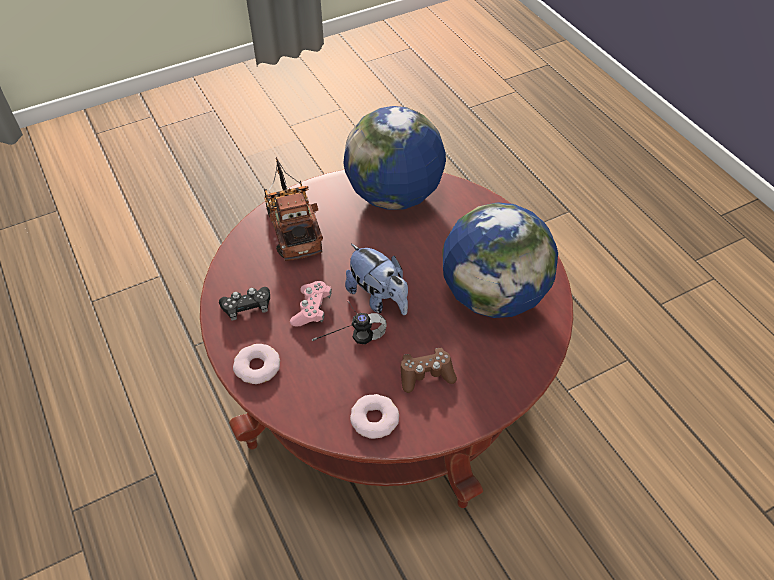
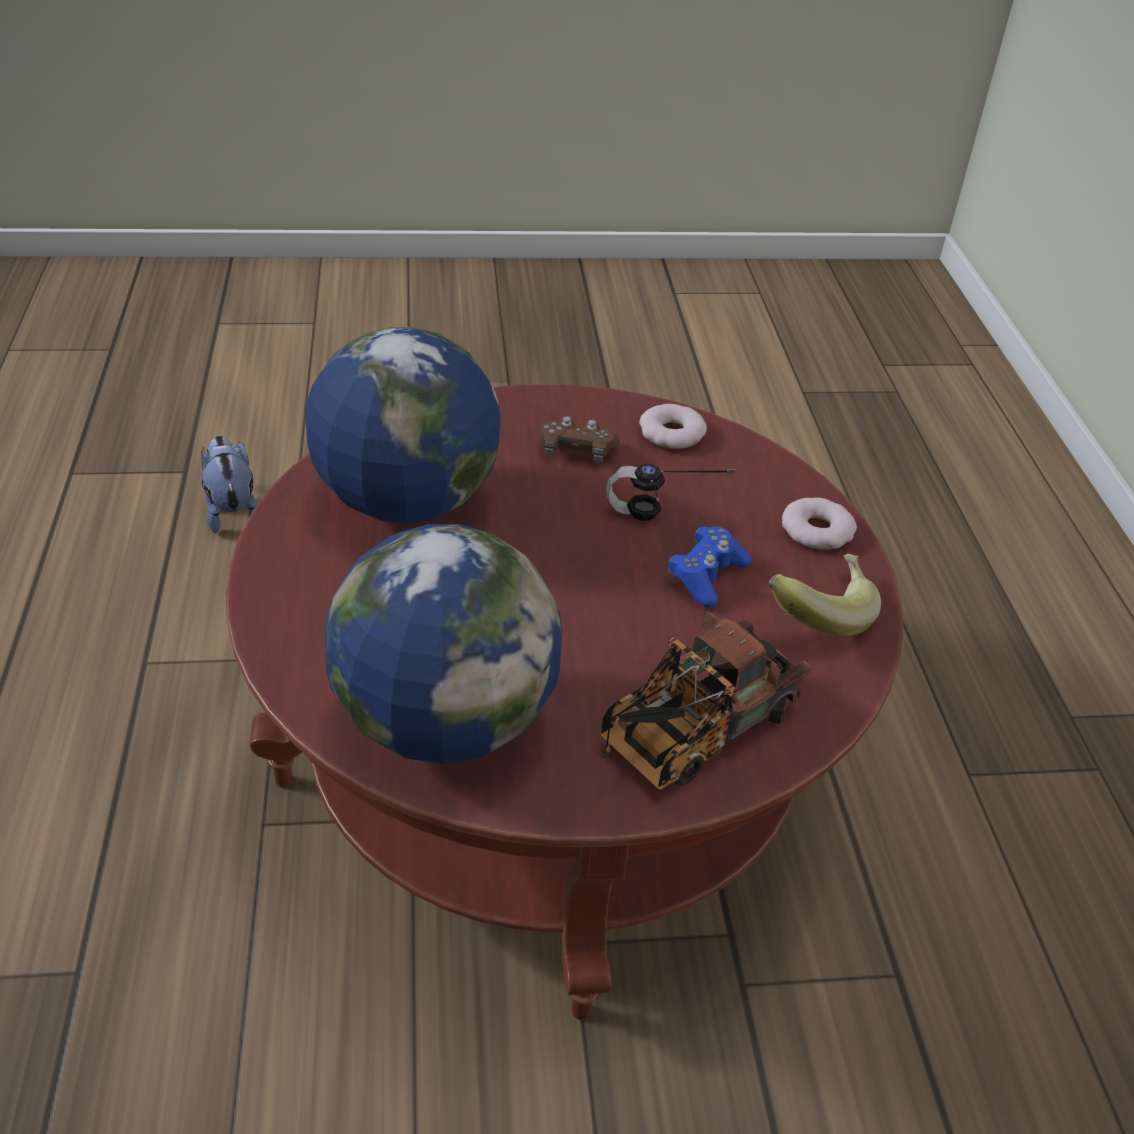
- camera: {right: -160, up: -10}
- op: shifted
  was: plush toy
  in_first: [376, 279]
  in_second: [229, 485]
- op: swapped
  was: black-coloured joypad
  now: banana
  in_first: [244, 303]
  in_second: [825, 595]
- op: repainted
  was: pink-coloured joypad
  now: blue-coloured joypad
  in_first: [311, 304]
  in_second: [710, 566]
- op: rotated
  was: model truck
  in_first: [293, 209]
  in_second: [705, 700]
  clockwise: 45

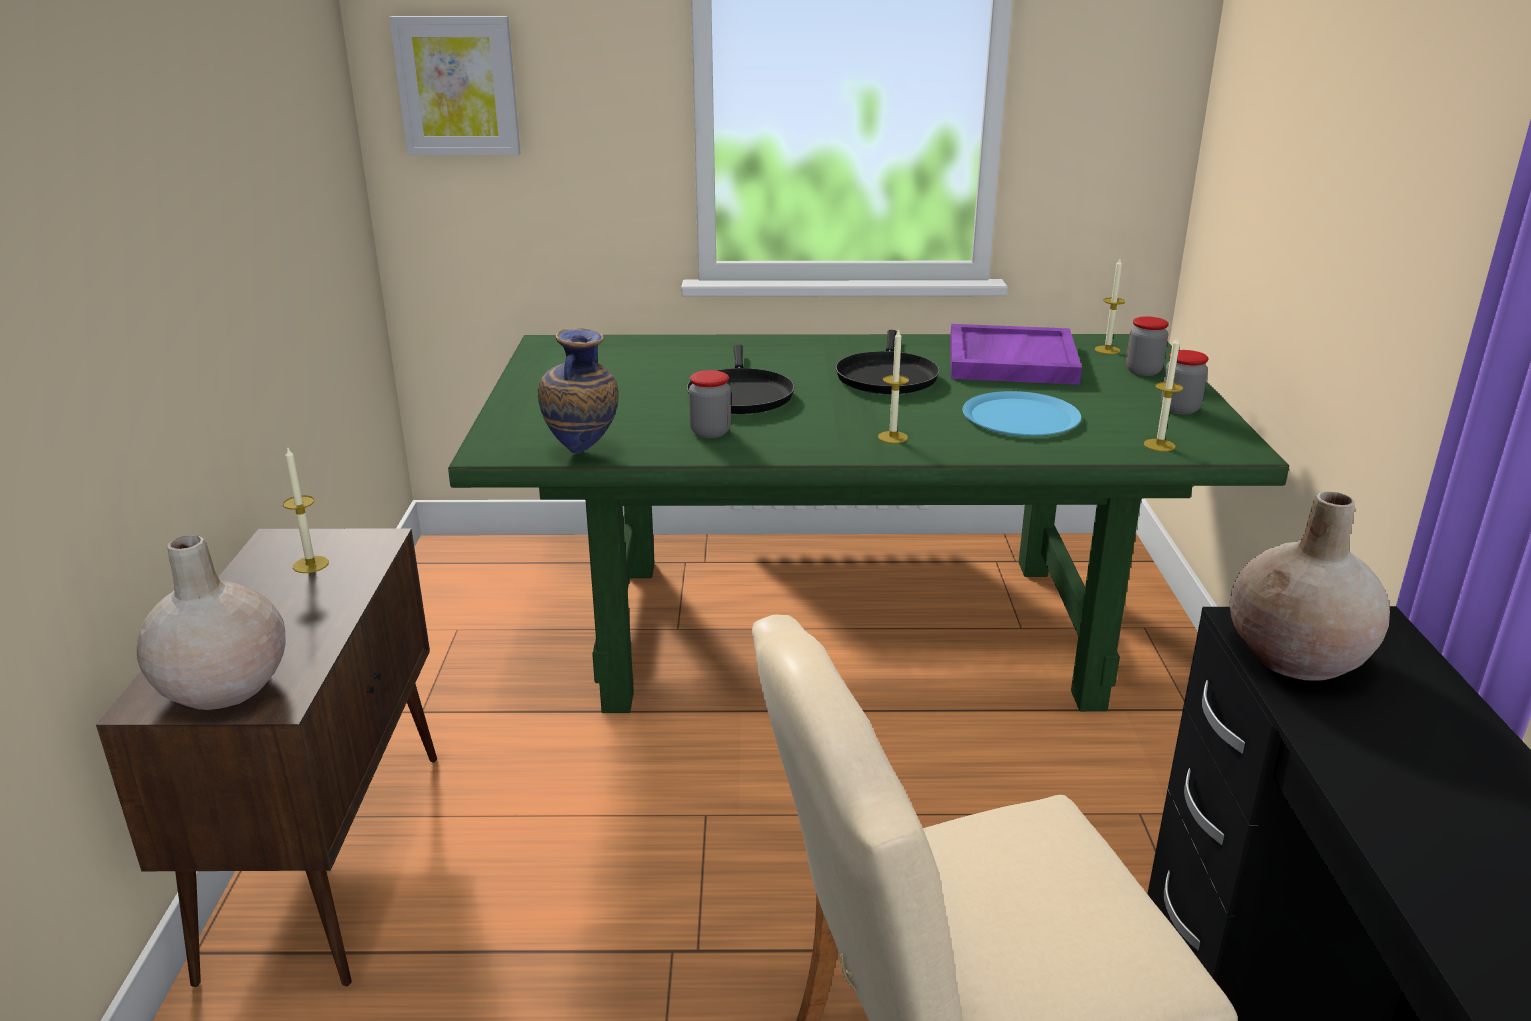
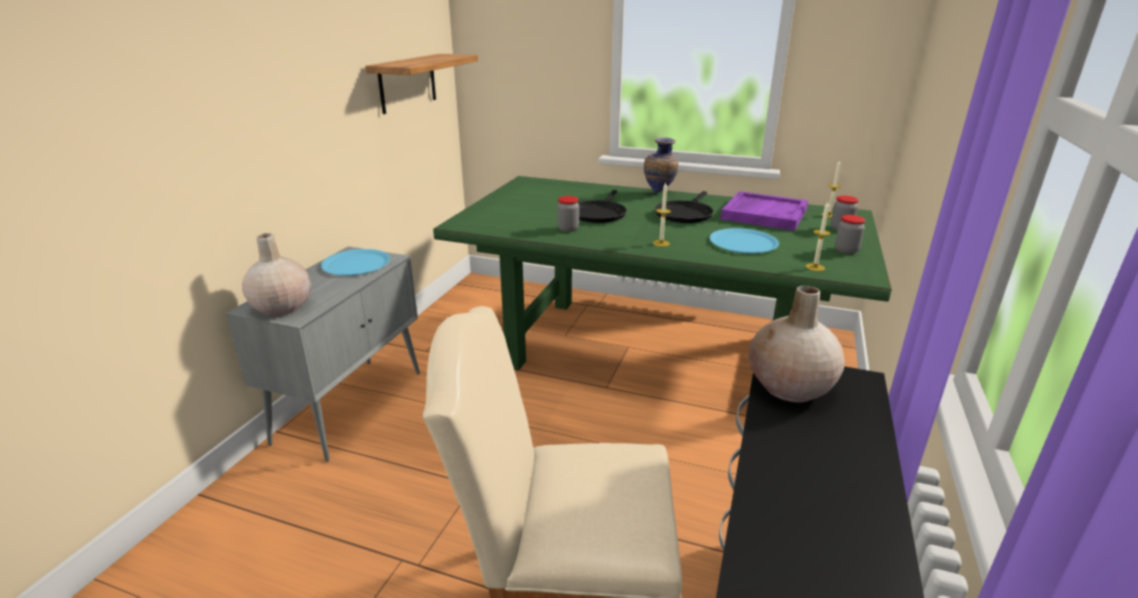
- camera: {right: 20, up: 0}
- op: gone
  was: wall picture
  in_first: [454, 85]
- op: new
  now: bracket shelf
  in_second: [421, 84]
- op: shifted
  was: vase
  in_first: [578, 391]
  in_second: [661, 165]
- op: swapped
  was: wax candle
  now: blue-coloured plate
  in_first: [306, 509]
  in_second: [355, 262]
- op: repainted
  was: brown-coloured storage cabinet
  now: grey storage cabinet
  in_first: [266, 757]
  in_second: [322, 354]

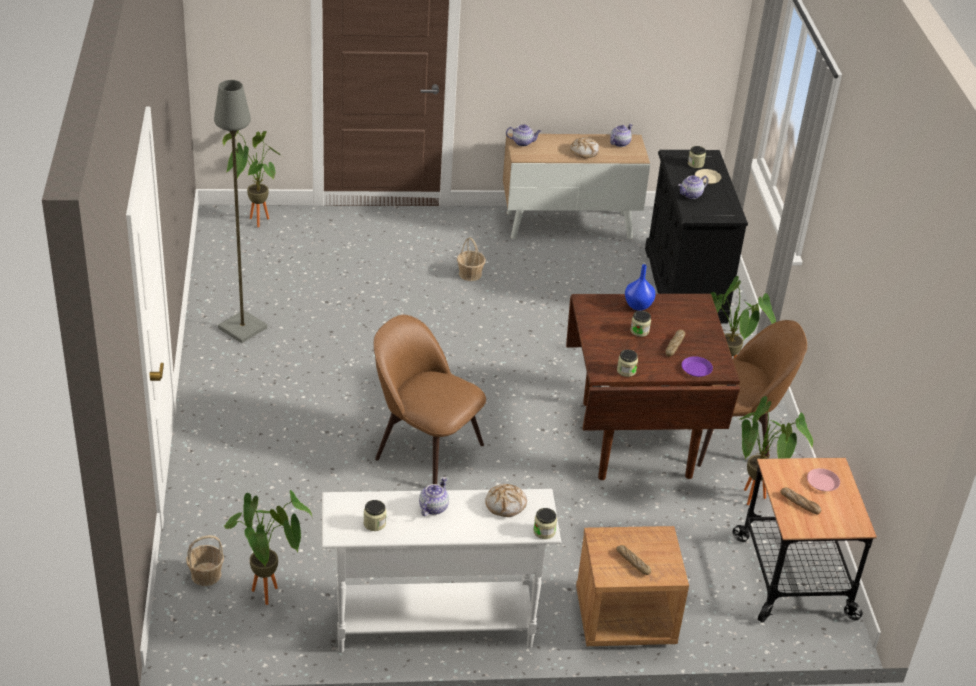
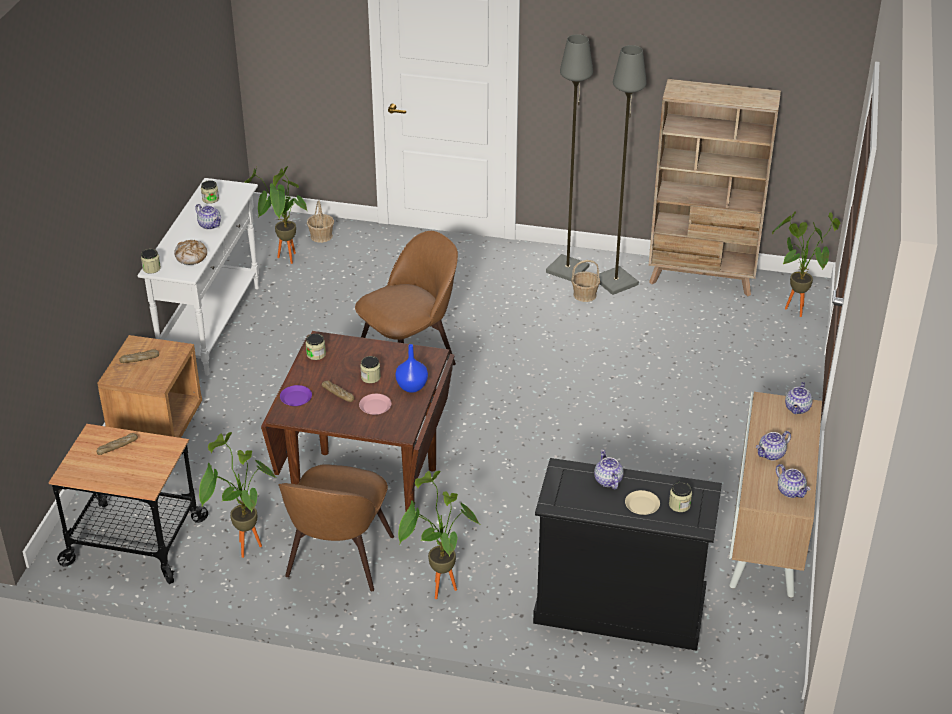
- camera: {right: 110, up: 0}
- op: new
  now: grey floor lamp
  in_second: [569, 157]
- op: new
  now: beige bookcase
  in_second: [715, 188]
- op: shifted
  was: storage basket
  in_first: [471, 259]
  in_second: [585, 281]
- op: shifted
  was: pink-coloured plate
  in_first: [823, 479]
  in_second: [375, 404]
- op: swapped
  was: bakery bread
  now: teapot
  in_first: [584, 148]
  in_second: [773, 446]

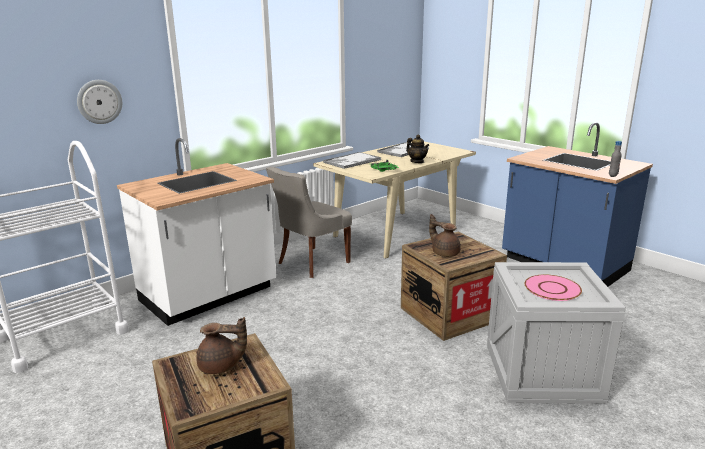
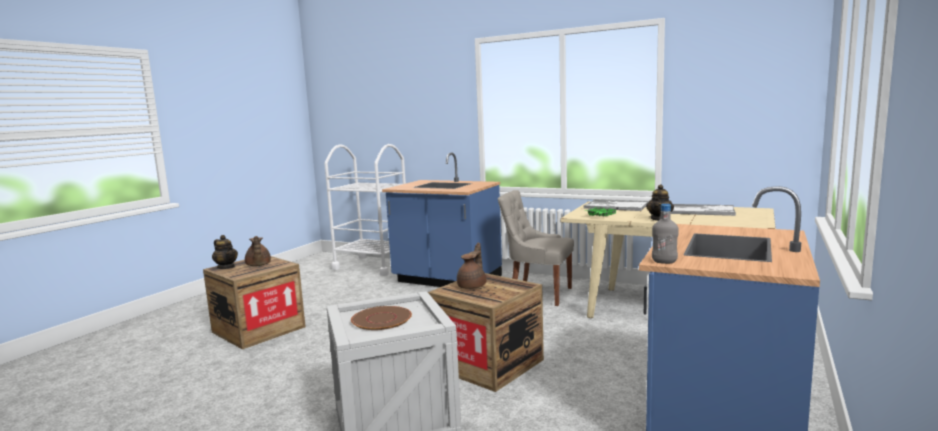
- camera: {right: 70, up: -10}
- op: gone
  was: hanging clock
  in_first: [99, 102]
- op: new
  now: teapot
  in_second: [225, 252]
- op: repainted
  was: whitish counter
  now: blue-coloured counter
  in_first: [196, 232]
  in_second: [442, 219]
- op: repainted
  was: pink-coloured plate
  now: brown-coloured plate
  in_first: [553, 287]
  in_second: [381, 318]

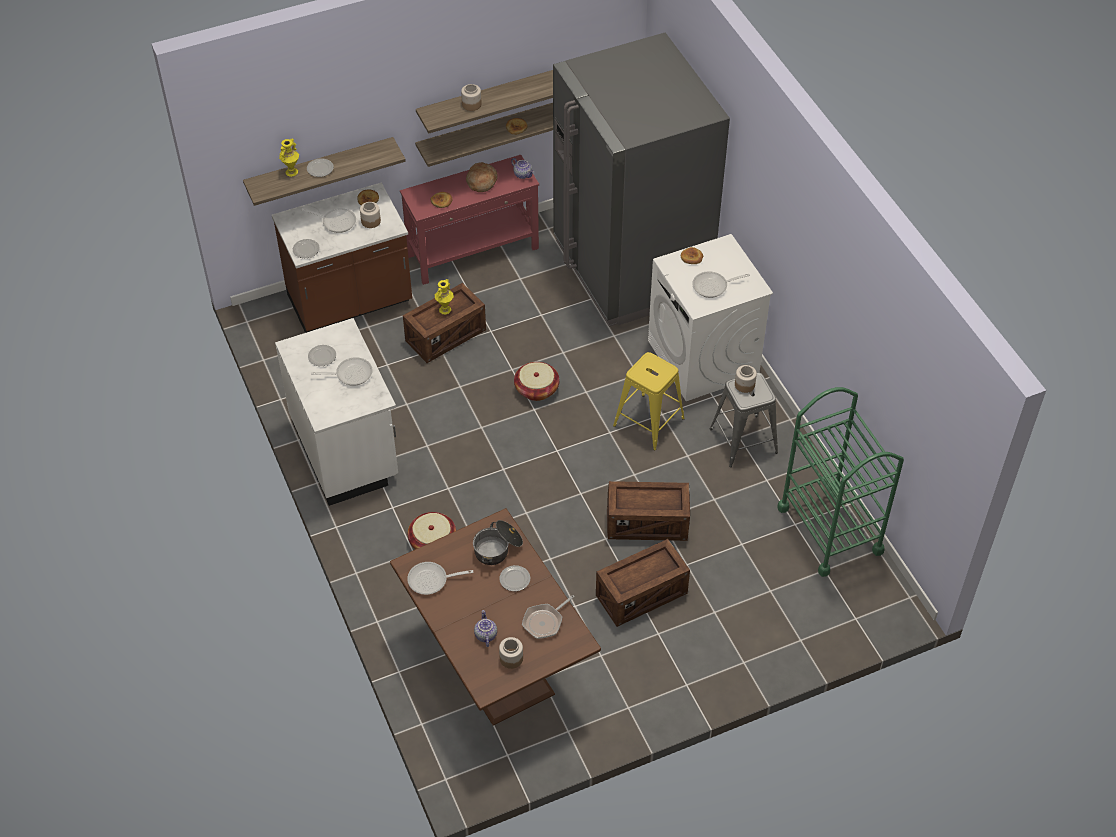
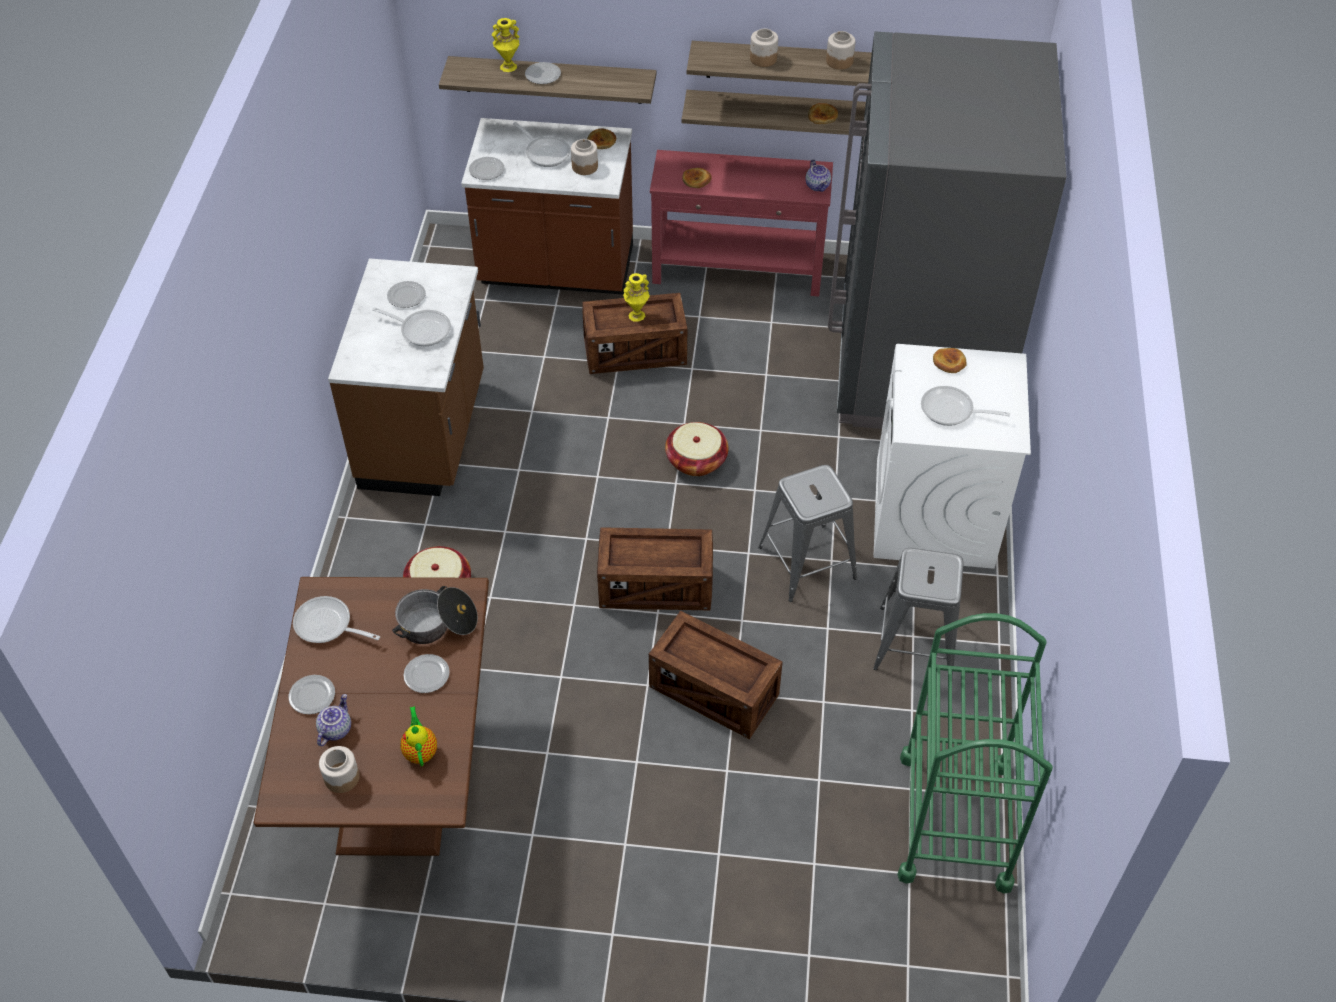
- camera: {right: 30, up: 0}
- op: gone
  was: bakery bread
  in_first: [482, 177]
- op: new
  now: plate
  in_second: [312, 694]
- op: shifted
  was: shipping crate
  in_first: [643, 583]
  in_second: [655, 568]
- op: shifted
  was: jar
  in_first: [746, 379]
  in_second: [841, 50]
- op: swapped
  was: skillet
  now: teapot
  in_first: [548, 617]
  in_second: [418, 736]
- op: repainted
  was: whitish counter
  now: brown-coloured counter
  in_first: [336, 412]
  in_second: [406, 377]
- op: repainted
  was: yellow sitting stool
  now: grey sitting stool
  in_first: [649, 401]
  in_second: [807, 533]

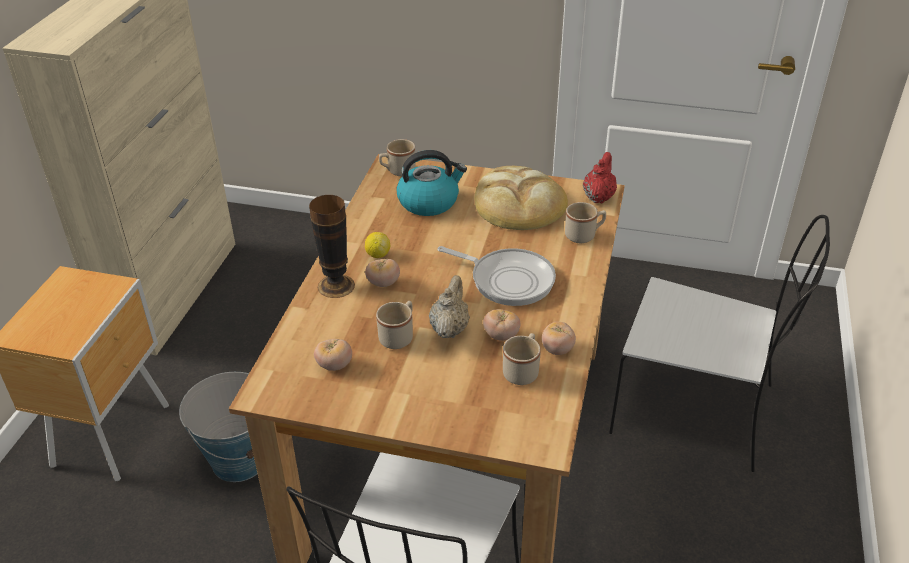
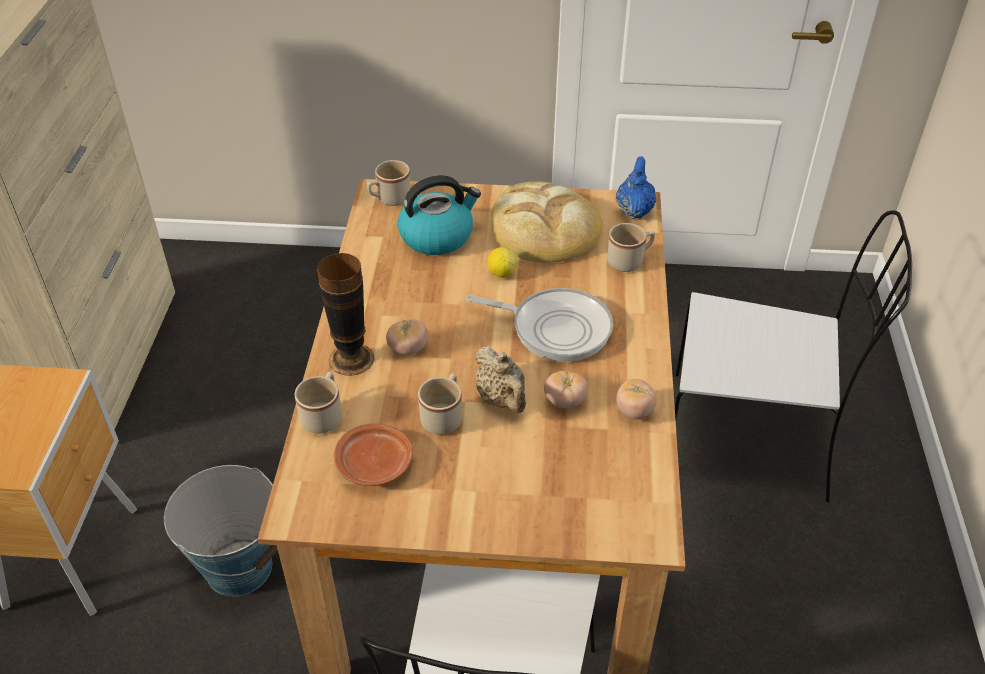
- camera: {right: -10, up: 5}
- op: shifted
  was: lemon
  in_first: [377, 245]
  in_second: [502, 262]
- op: shifted
  was: beige tea mug
  in_first: [522, 359]
  in_second: [318, 402]
- op: swapped
  was: whole tomato
  now: brown-coloured plate
  in_first: [333, 355]
  in_second: [373, 455]
- op: repainted
  was: red-coloured teapot
  now: blue-coloured teapot
  in_first: [600, 178]
  in_second: [636, 187]
- op: rotated
  was: beige teapot
  in_first: [449, 306]
  in_second: [500, 379]
  clockwise: 150

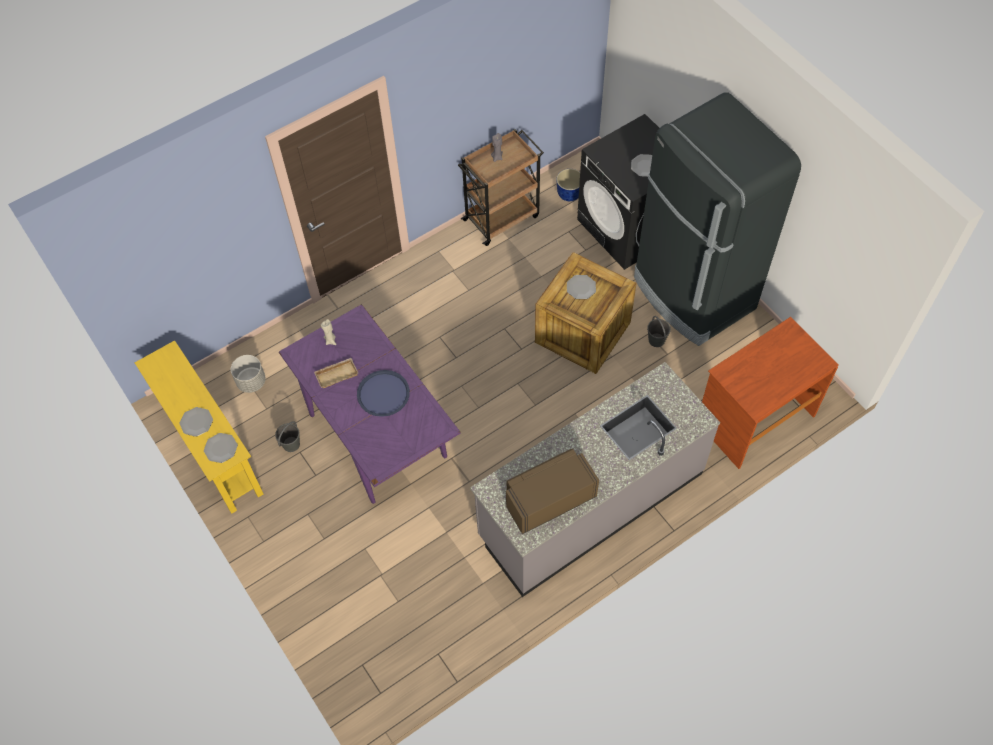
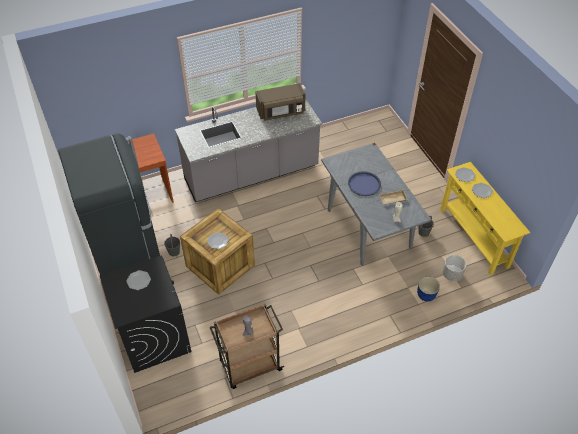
- camera: {right: -170, up: -10}
- op: shifted
  was: plant pot
  in_first: [568, 185]
  in_second: [428, 289]
- op: repainted
  was: purple kitchen table
  now: grey kitchen table
  in_first: [370, 404]
  in_second: [376, 204]

